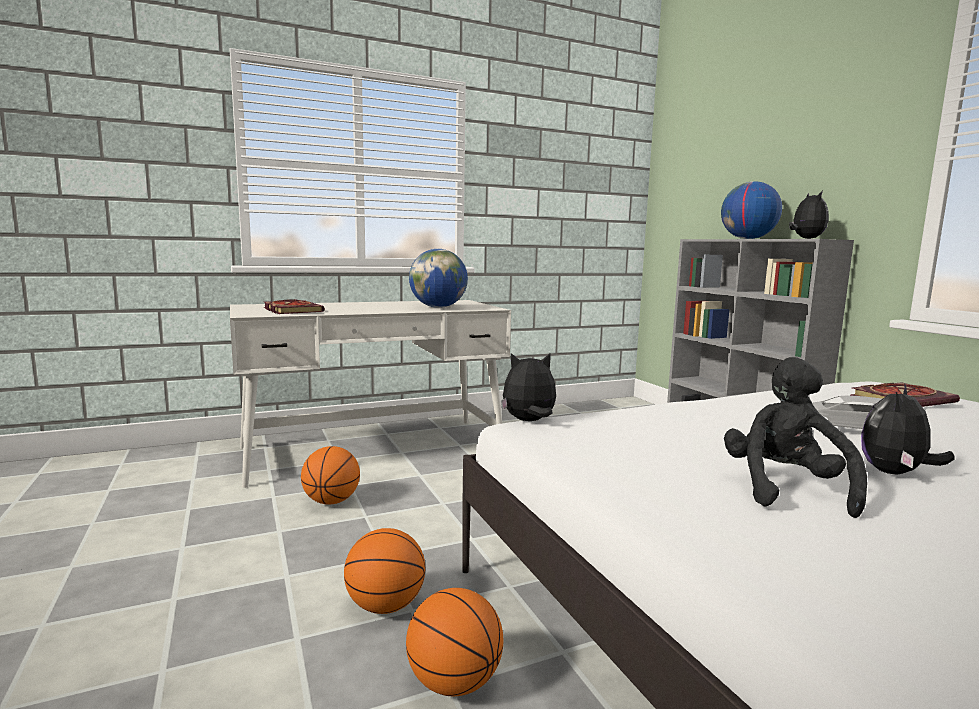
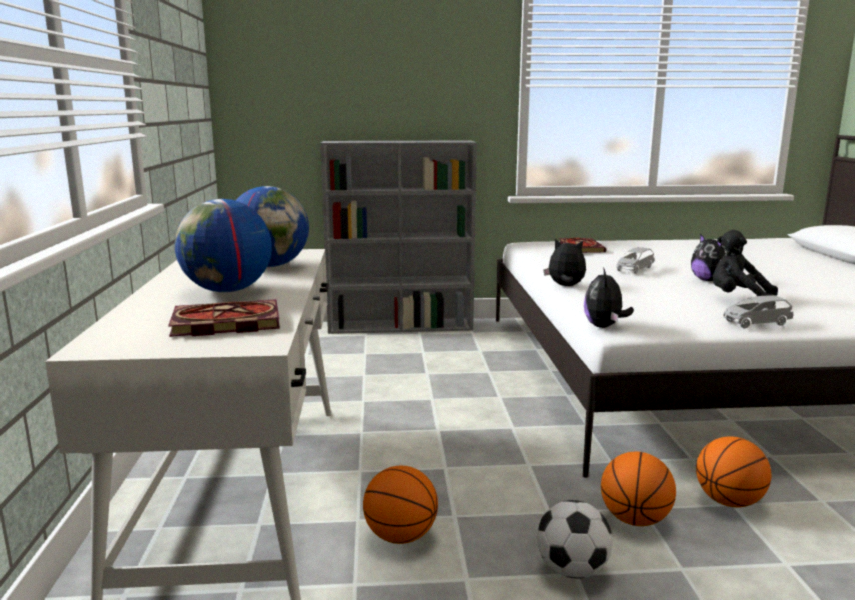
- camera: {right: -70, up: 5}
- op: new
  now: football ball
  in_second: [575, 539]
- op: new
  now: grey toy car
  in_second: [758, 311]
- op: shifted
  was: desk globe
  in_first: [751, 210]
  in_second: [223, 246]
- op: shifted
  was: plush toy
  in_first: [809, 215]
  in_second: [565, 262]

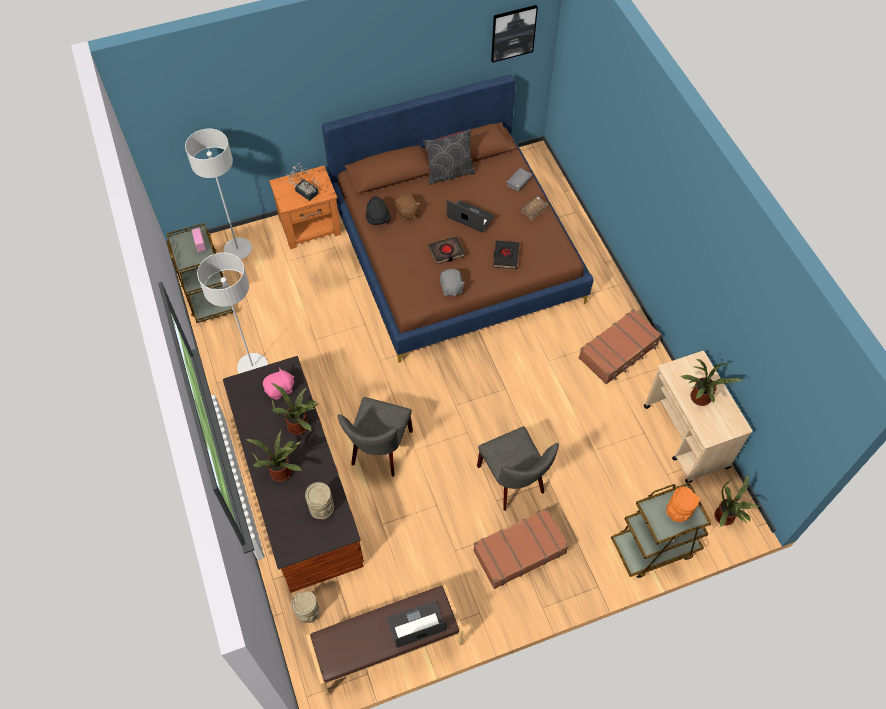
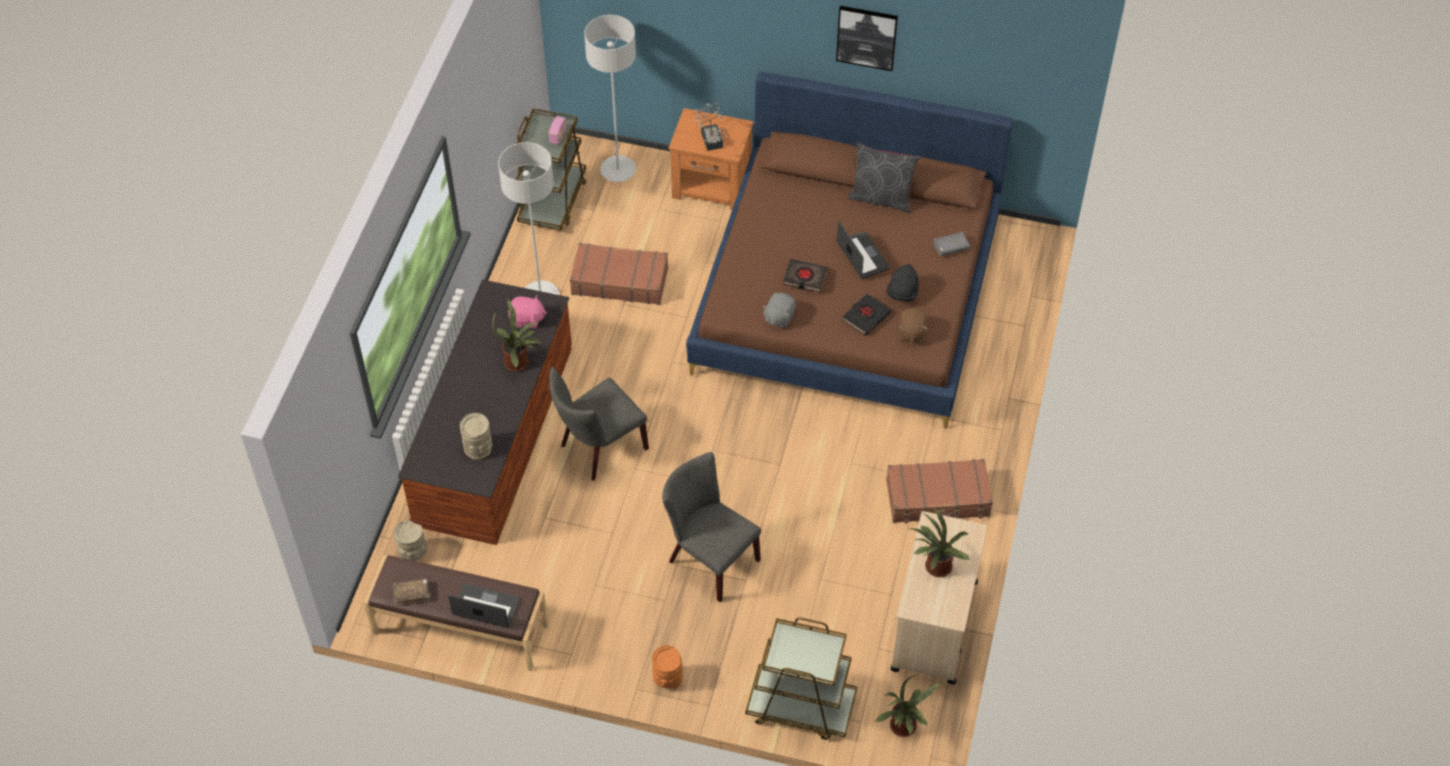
- camera: {right: 35, up: -5}
- op: gone
  was: houseplant
  in_first: [273, 456]
- op: shifted
  was: black-coloured wearable hat
  in_first: [378, 210]
  in_second: [902, 283]
- op: shifted
  was: brown-coloured plush toy
  in_first: [407, 207]
  in_second: [913, 325]
- op: shifted
  was: brown-coloured suitcase
  in_first: [521, 548]
  in_second: [619, 274]
- op: shifted
  was: wall picture
  in_first: [514, 34]
  in_second: [867, 38]
- op: shifted
  was: brown-coloured bound book
  in_first: [535, 208]
  in_second: [411, 592]
- op: shifted
  was: orangey vase
  in_first: [682, 504]
  in_second: [667, 667]
- op: rotated
  was: grey upright chair
  in_first: [518, 468]
  in_second: [711, 527]
  clockwise: 120

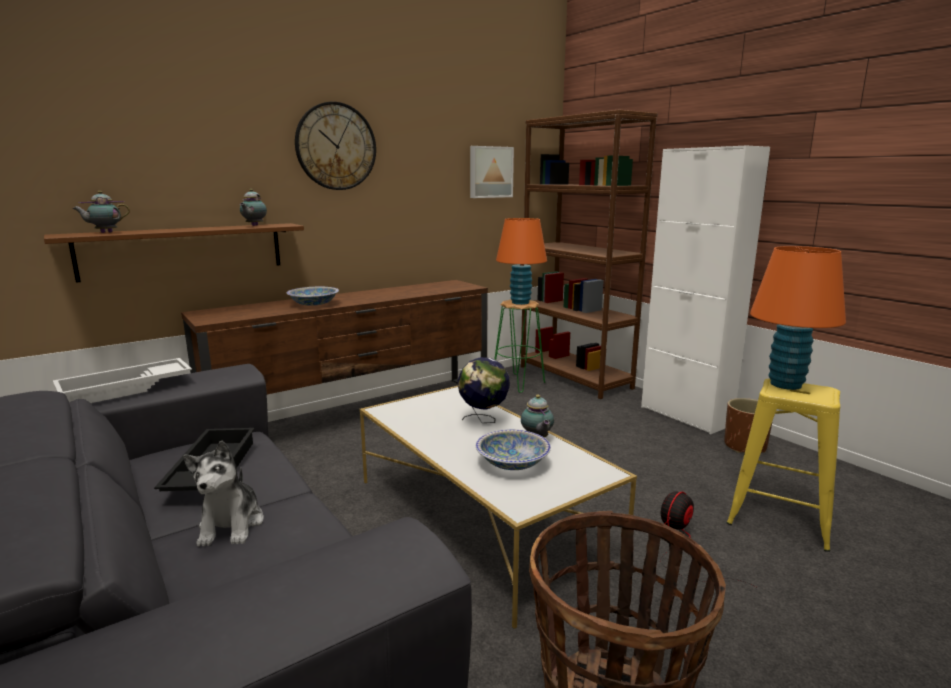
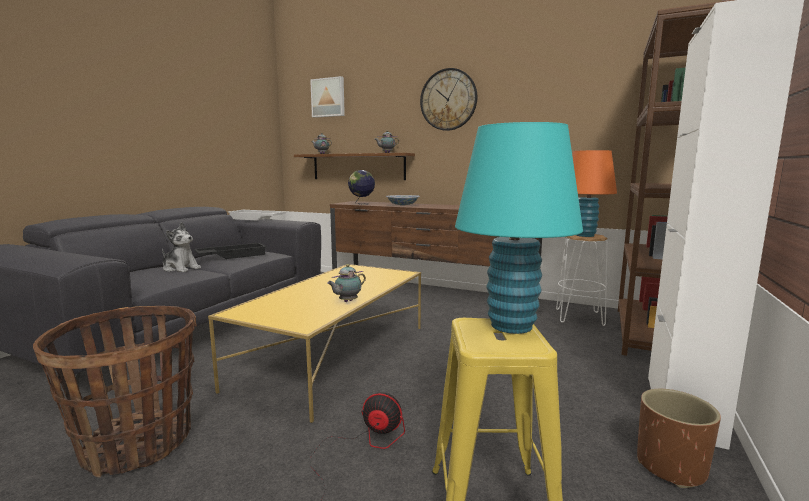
- camera: {right: 60, up: -5}
- op: gone
  was: serving bowl
  in_first: [513, 450]
- op: shifted
  was: desk globe
  in_first: [484, 390]
  in_second: [361, 187]
- op: shifted
  was: wall picture
  in_first: [492, 172]
  in_second: [327, 97]
- op: repainted
  was: whitish lounge table
  now: yellow lounge table
  in_first: [498, 507]
  in_second: [314, 343]
- op: repainted
  was: green-coloured sitting stool
  now: whitish sitting stool
  in_first: [519, 346]
  in_second: [582, 280]
- op: repainted
  was: orangey table lamp
  now: blue-green table lamp
  in_first: [798, 318]
  in_second: [519, 228]
- op: rotated
  was: plush toy
  in_first: [223, 493]
  in_second: [181, 247]
  clockwise: -120

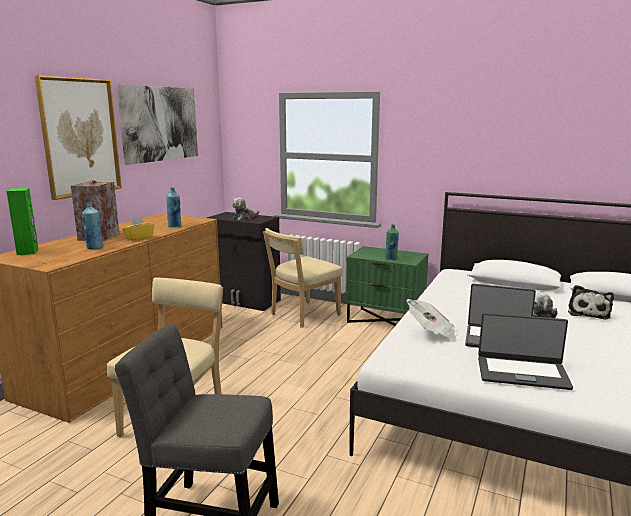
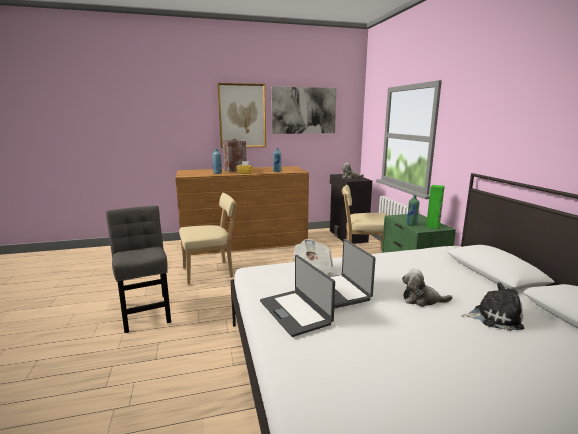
- camera: {right: 50, up: 0}
- op: shifted
  was: green-coloured audio speaker
  in_first: [23, 221]
  in_second: [435, 207]
- op: rotated
  was: plush toy
  in_first: [591, 302]
  in_second: [493, 306]
  clockwise: -150

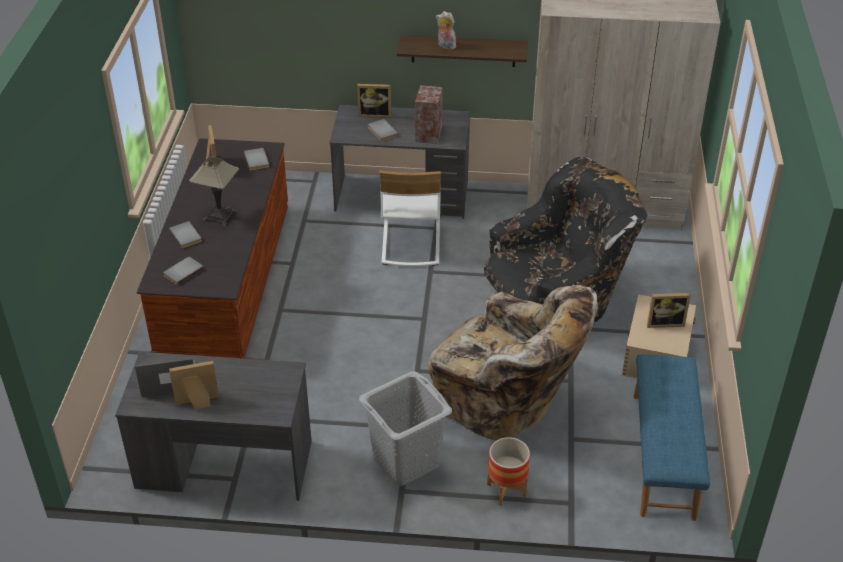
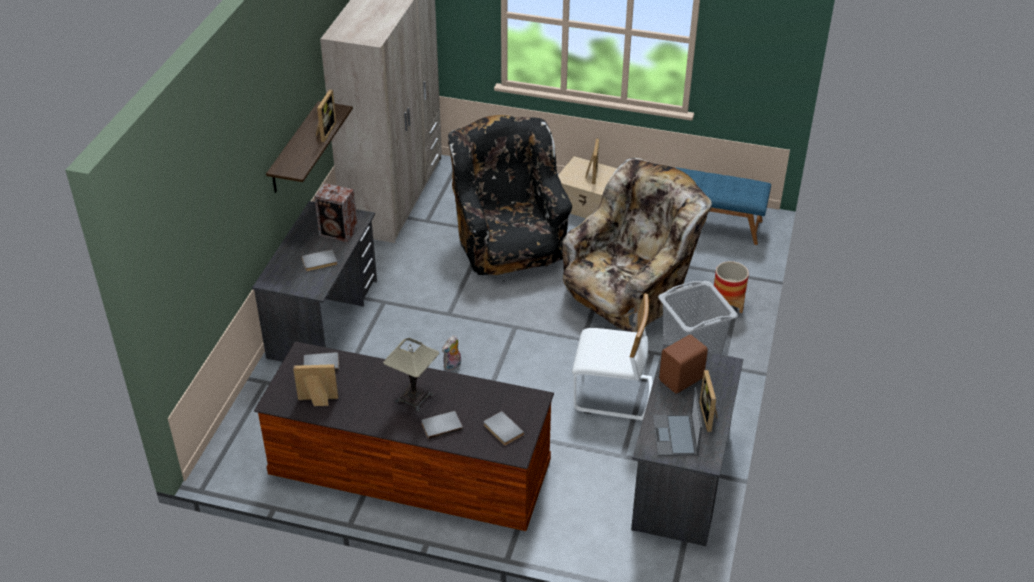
- camera: {right: -80, up: 0}
- op: new
  now: brown-coloured audio speaker
  in_second: [683, 364]
- op: shifted
  was: photo frame
  in_first: [374, 101]
  in_second: [326, 115]
- op: shifted
  was: whitish upright chair
  in_first: [410, 218]
  in_second: [612, 357]
- op: shifted
  was: plush toy
  in_first: [446, 30]
  in_second: [451, 353]

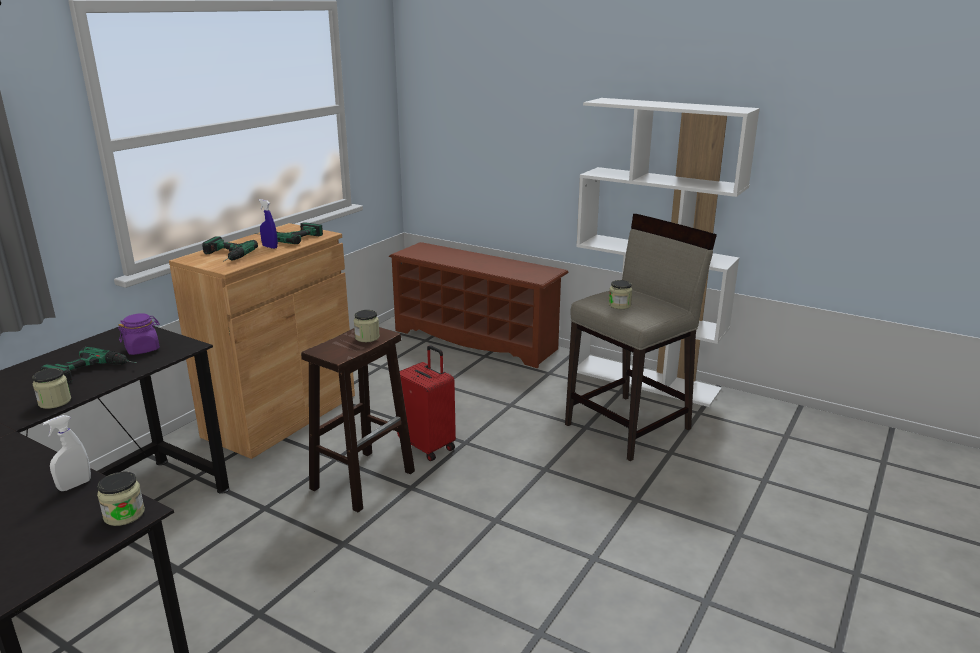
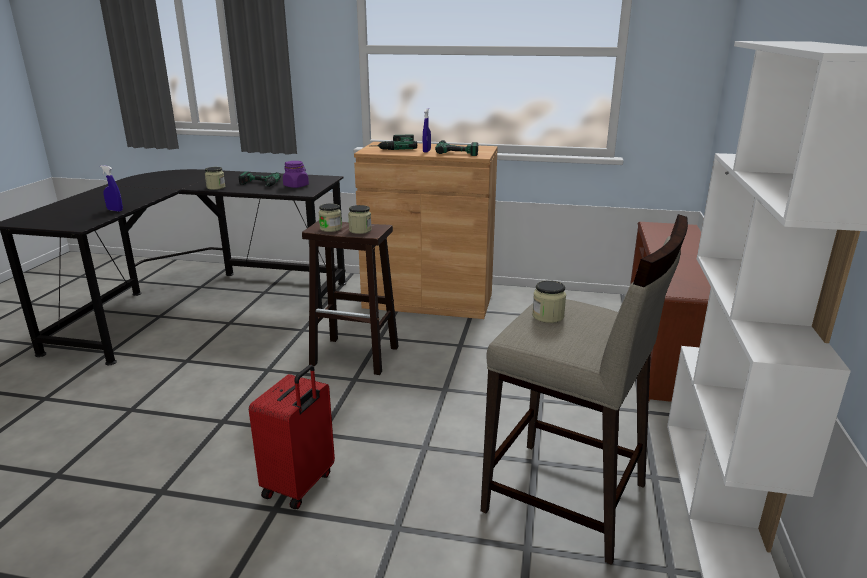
- camera: {right: 70, up: 0}
- op: shifted
  was: jar
  in_first: [121, 499]
  in_second: [330, 217]
- op: shifted
  was: red-coloured suitcase
  in_first: [426, 403]
  in_second: [292, 437]
- op: repainted
  was: whitish sprayer
  now: blue-coloured sprayer
  in_first: [67, 453]
  in_second: [111, 188]

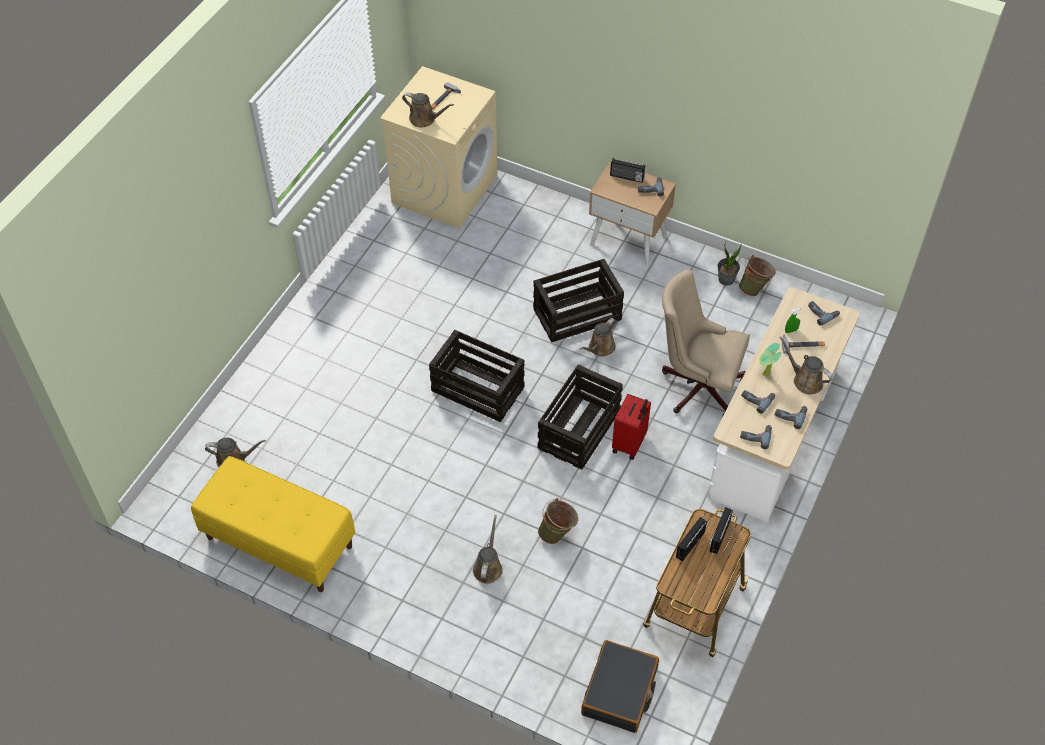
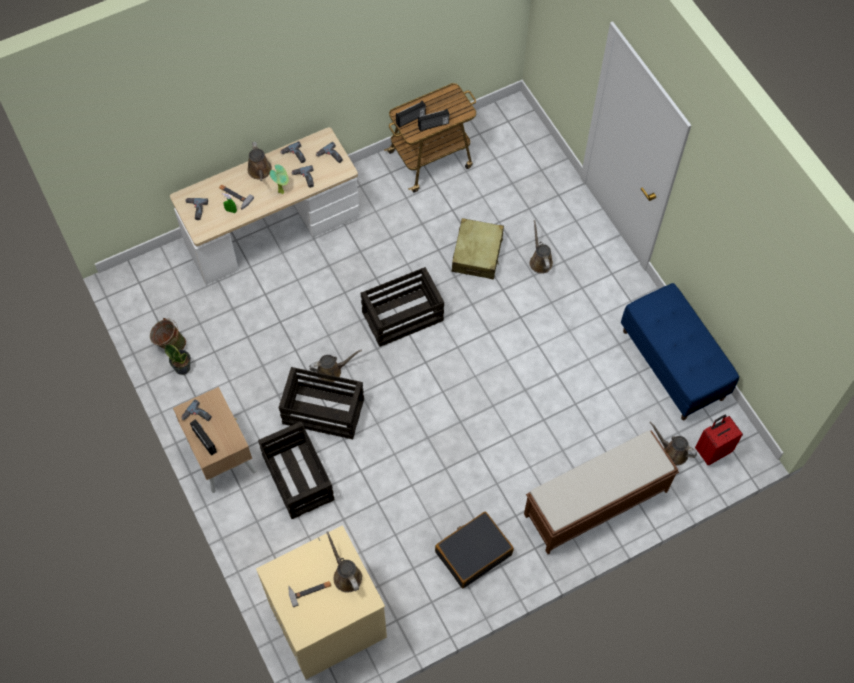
- camera: {right: -145, up: 10}
- op: gone
  was: beige office chair
  in_first: [706, 342]
- op: new
  now: brown-coloured bench
  in_second: [601, 492]
- op: shifted
  was: shipping crate
  in_first: [476, 376]
  in_second: [296, 470]
- op: shifted
  was: black-coloured suitcase
  in_first: [620, 686]
  in_second: [474, 550]
- op: shifted
  was: red-coloured suitcase
  in_first: [631, 427]
  in_second: [719, 440]
- op: swapped
  was: green-coloured pail
  now: beige suitcase
  in_first: [558, 521]
  in_second: [478, 248]
- op: repainted
  was: yellow bench
  now: blue-coloured bench
  in_first: [273, 524]
  in_second: [680, 351]
- op: rotated
  was: brown-coloured watering pot
  in_first: [488, 549]
  in_second: [541, 247]
  clockwise: 120

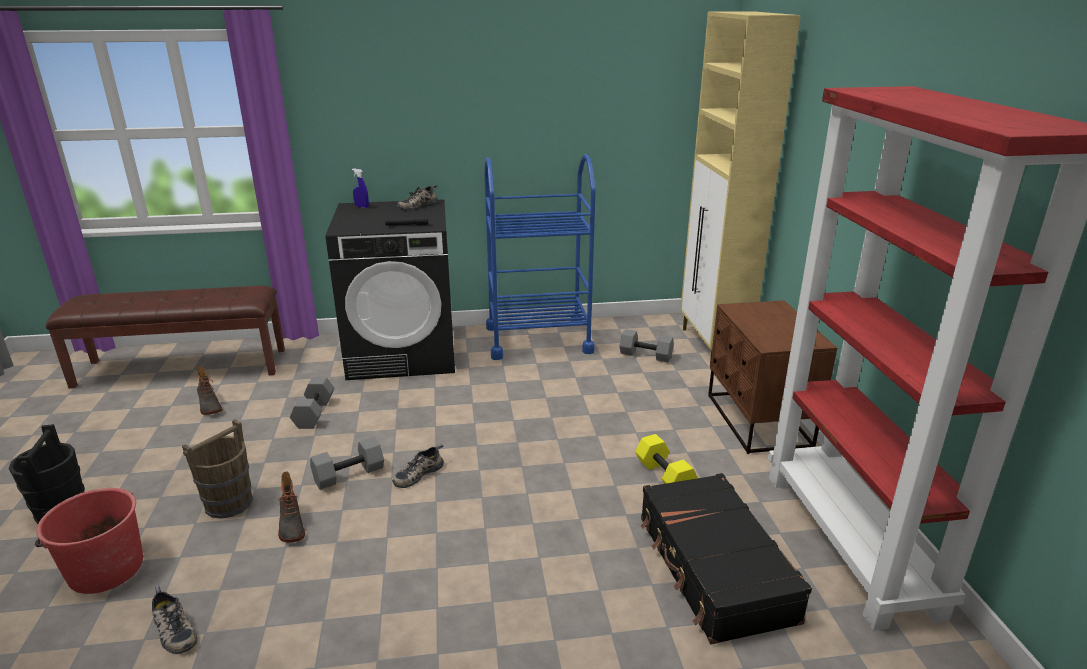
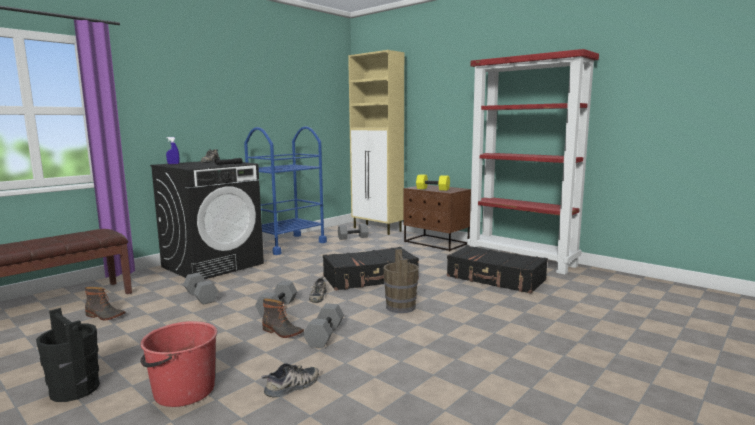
- camera: {right: -40, up: -15}
- op: new
  now: grey hand weight
  in_second: [323, 325]
- op: new
  now: black-coloured suitcase
  in_second: [371, 269]
- op: shifted
  was: brown-coloured pail
  in_first: [217, 469]
  in_second: [401, 281]
- op: shifted
  was: yellow hand weight
  in_first: [666, 459]
  in_second: [433, 182]
- op: rotated
  was: item of footwear
  in_first: [174, 620]
  in_second: [290, 380]
  clockwise: -45

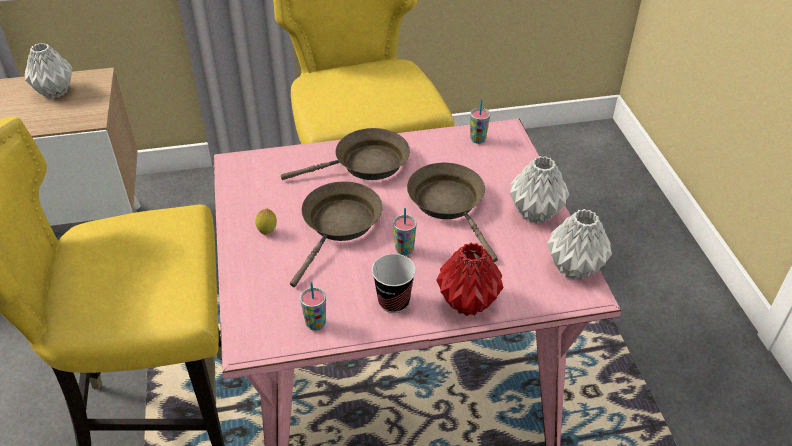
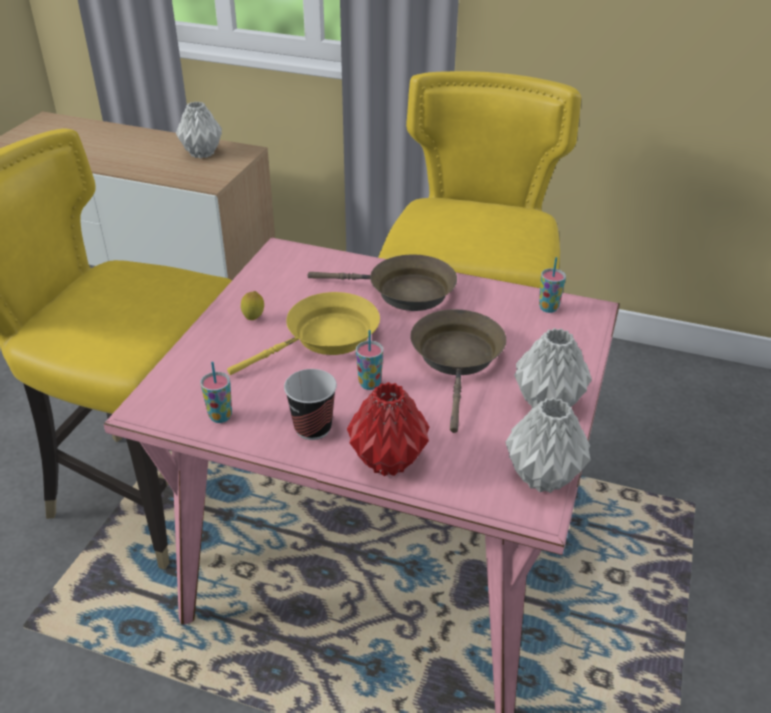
- camera: {right: 30, up: -5}
- op: repainted
  was: brown-coloured skillet
  now: yellow skillet
  in_first: [336, 234]
  in_second: [303, 333]

